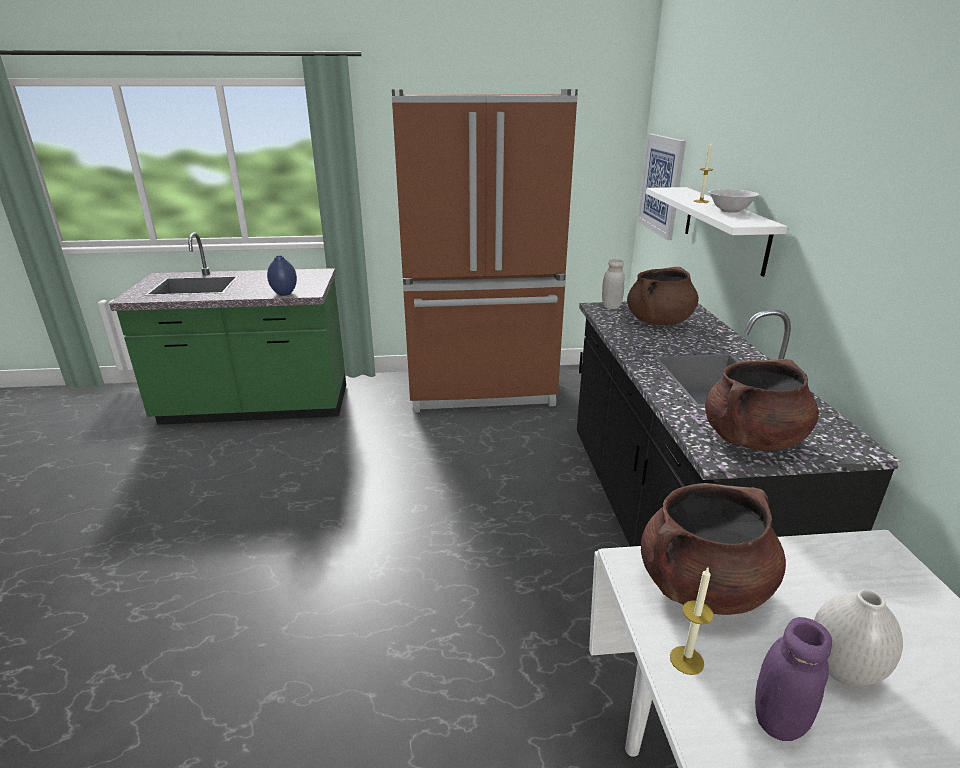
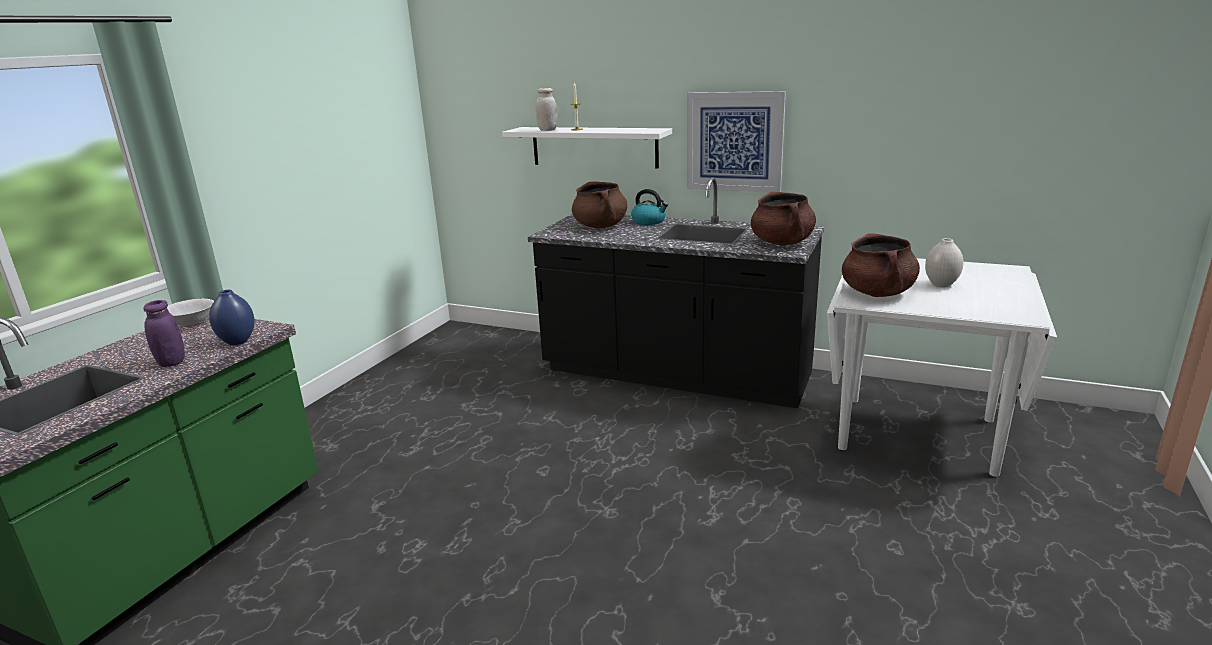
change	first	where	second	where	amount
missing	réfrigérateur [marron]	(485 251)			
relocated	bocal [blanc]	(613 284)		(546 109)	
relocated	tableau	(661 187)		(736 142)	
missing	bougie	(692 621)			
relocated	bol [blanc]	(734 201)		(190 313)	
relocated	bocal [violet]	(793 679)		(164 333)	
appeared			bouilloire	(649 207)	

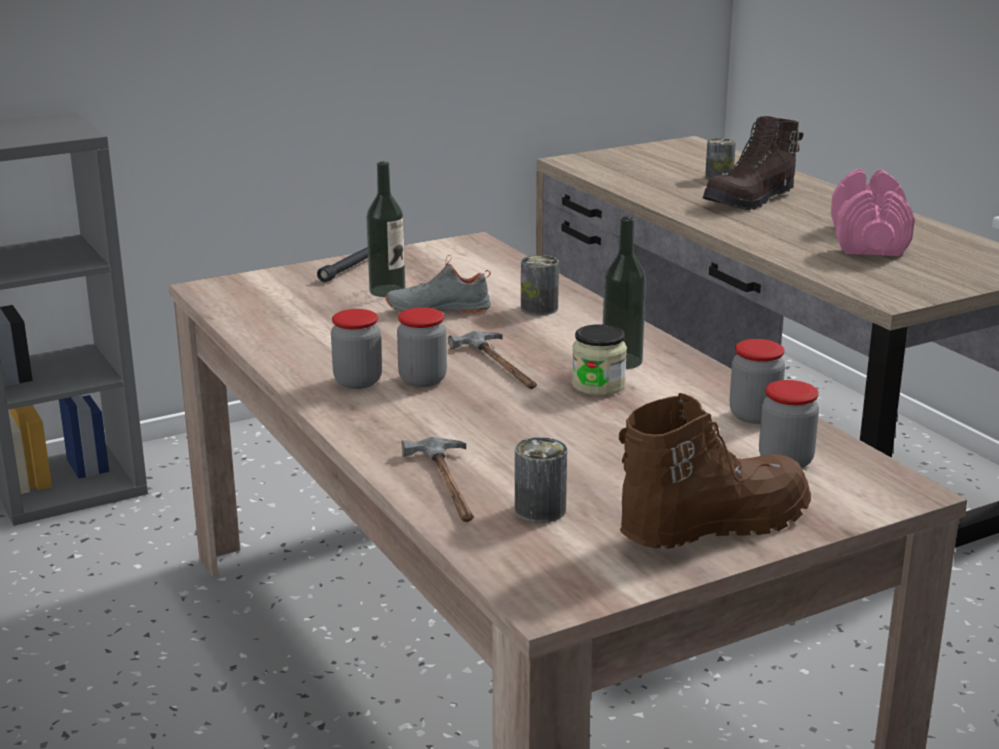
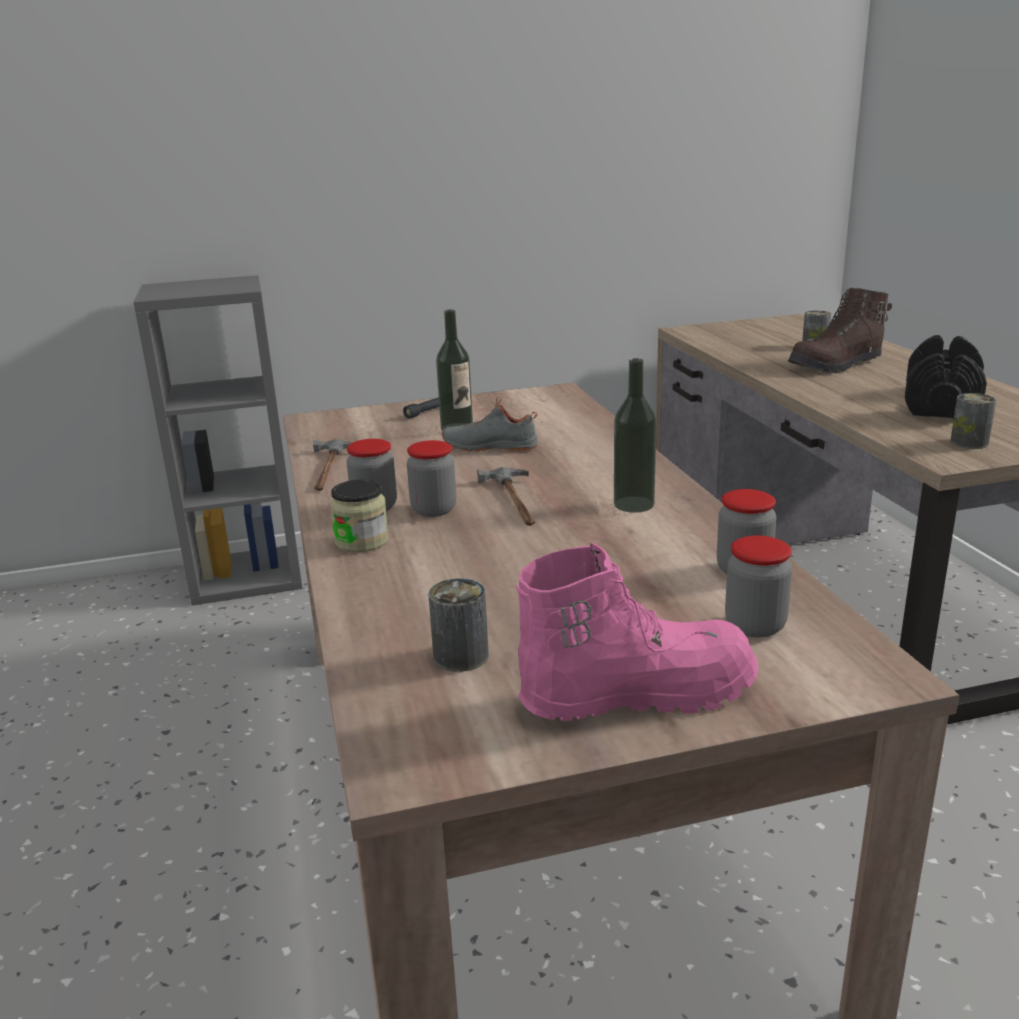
change	first	where	second	where	amount
relocated	marteau	(438 479)		(332 465)	
relocated	boîte métallique	(540 285)		(973 421)	
relocated	bocal	(599 360)		(359 516)	
colour	botte [marron]	(715 471)	botte [rose]	(637 632)	
colour	haltère [rose]	(873 212)	haltère [noir]	(946 376)	

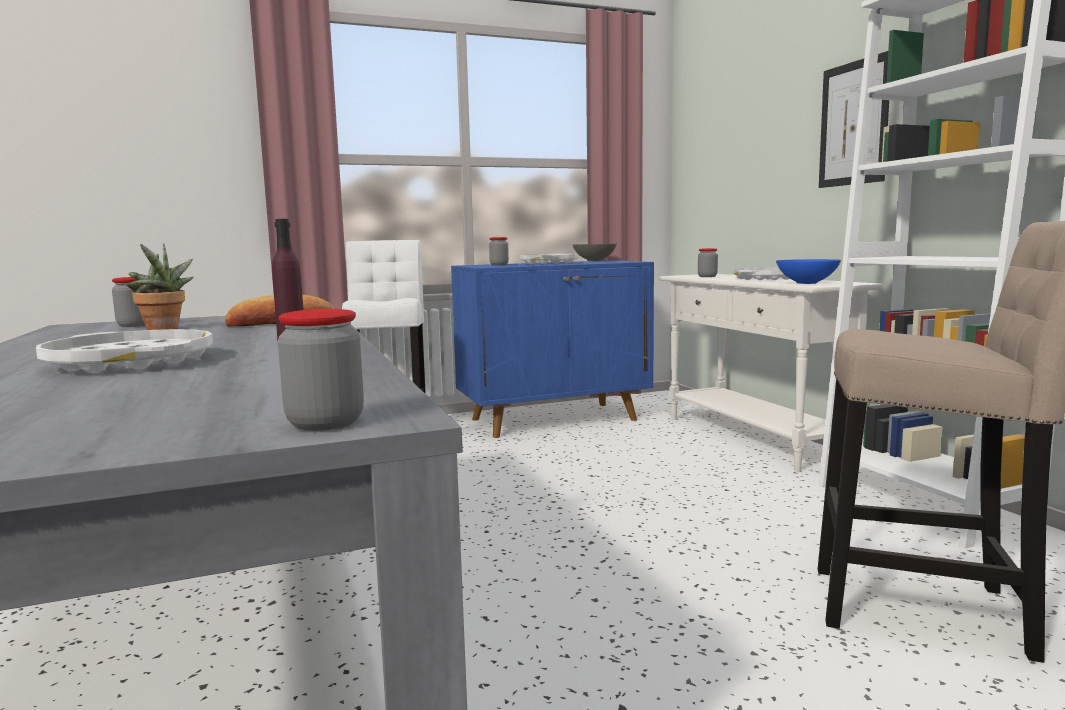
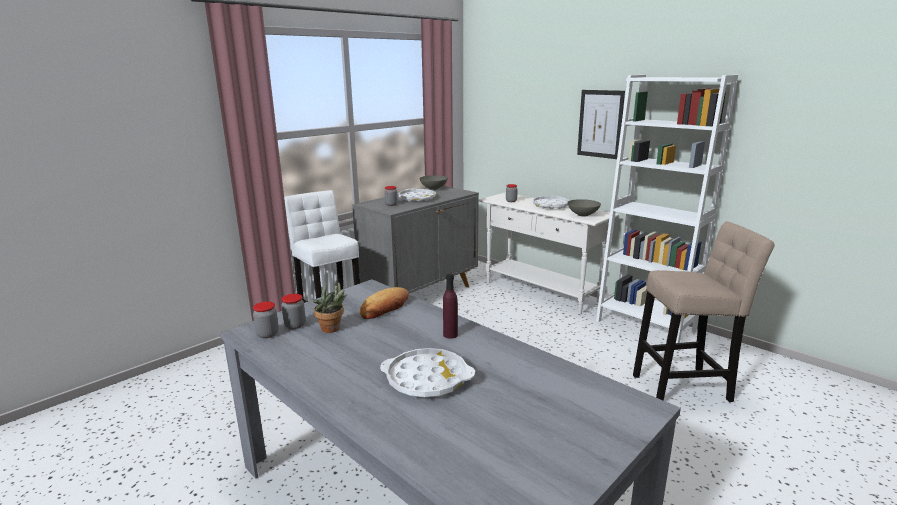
change	first	where	second	where	amount
relocated	bocal	(321 370)		(266 320)	
colour	meuble de rangement [bleu]	(552 349)	meuble de rangement [gris]	(415 240)	
colour	bol [bleu]	(808 271)	bol [gris]	(584 208)	

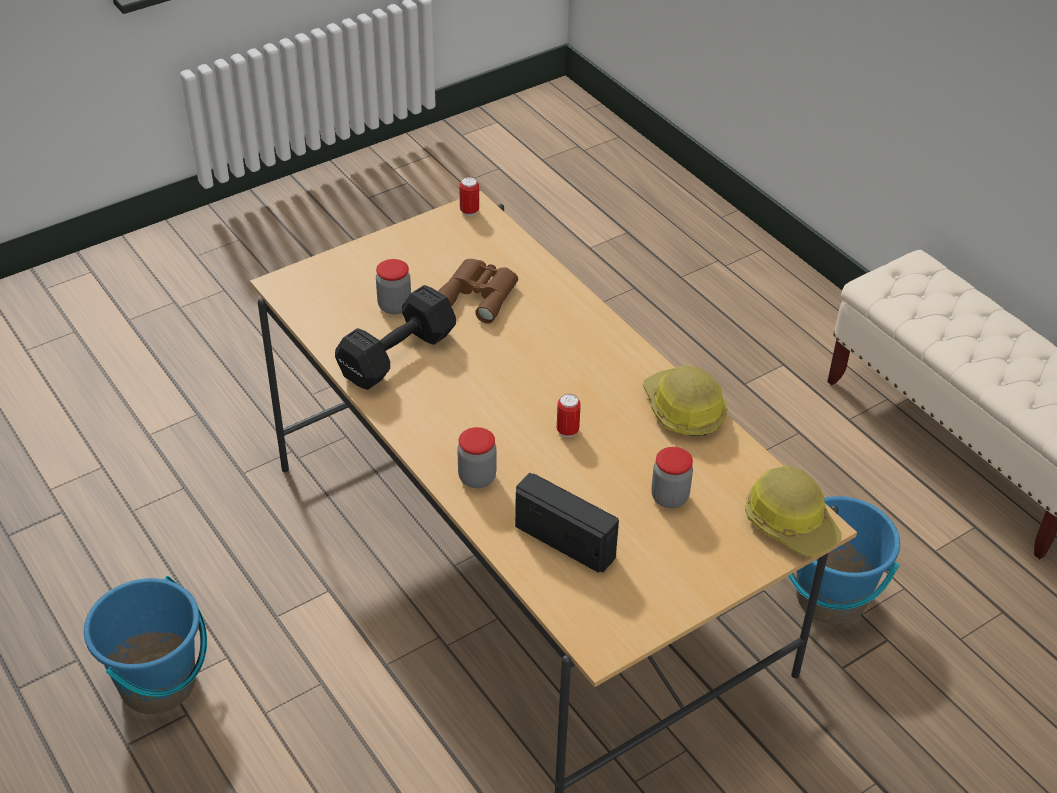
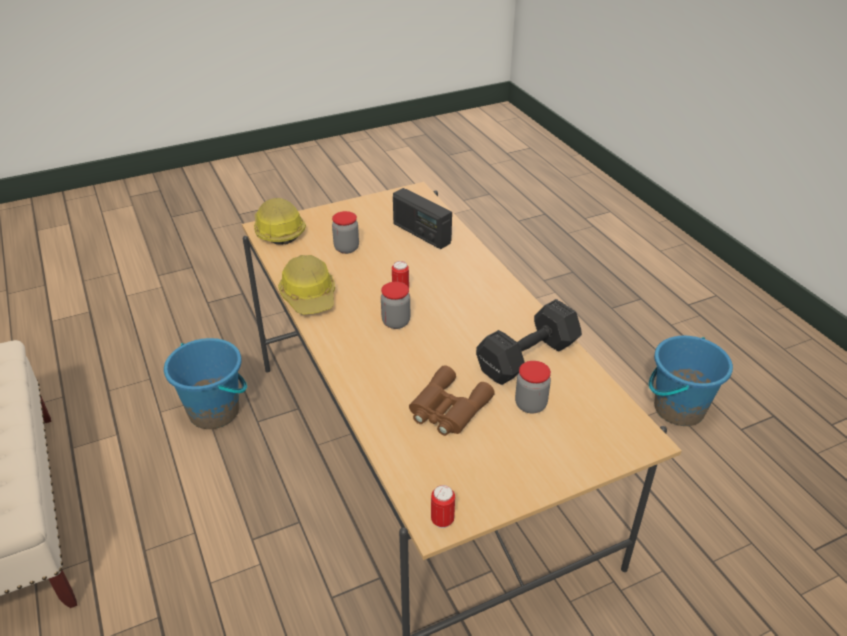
change	first	where	second	where	amount
relocated	bocal	(476 457)		(395 305)	

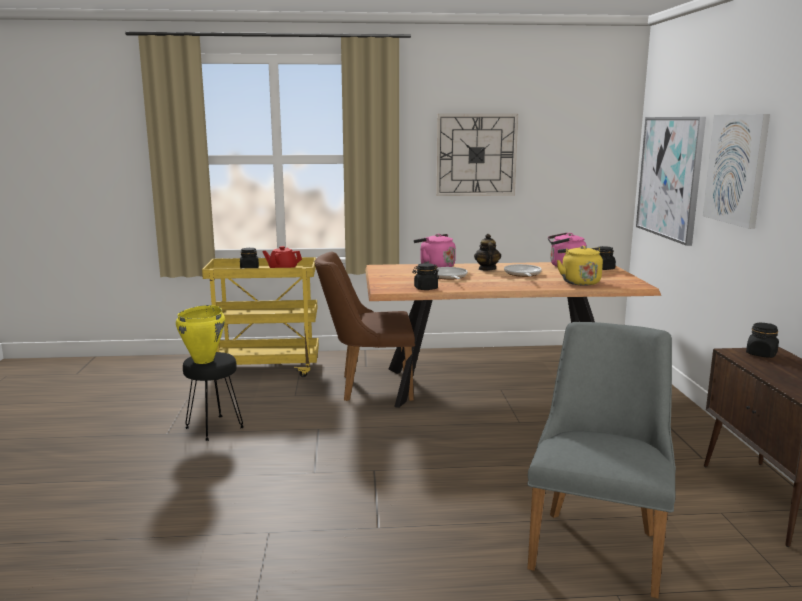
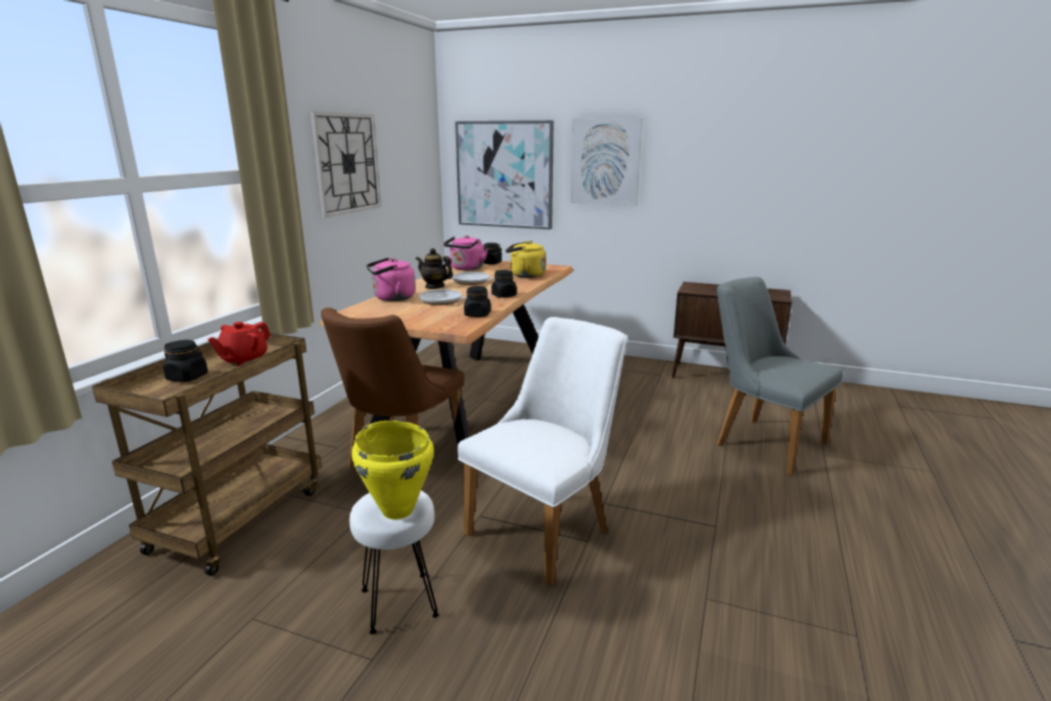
change	first	where	second	where	amount
colour	tabouret [noir]	(213 396)	tabouret [blanc]	(394 562)	
colour	chariot [jaune]	(260 318)	chariot [marron]	(207 454)	
relocated	bocal [noir]	(762 340)		(504 284)	
appeared			chaise [blanc]	(542 451)	

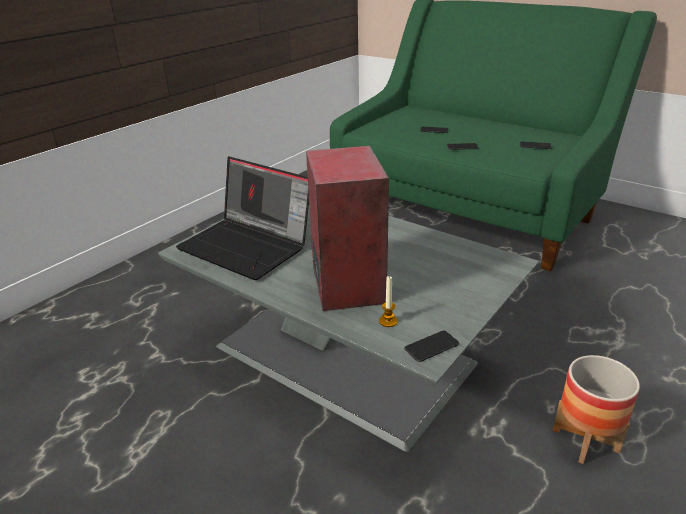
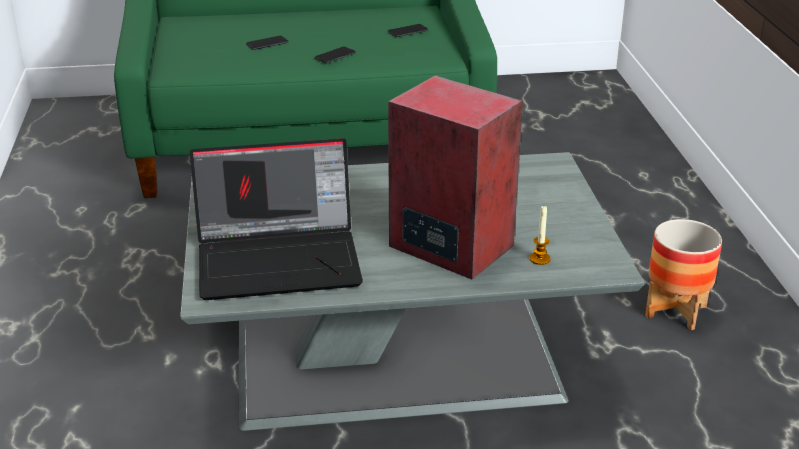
change	first	where	second	where	amount
missing	téléphone	(431 346)			

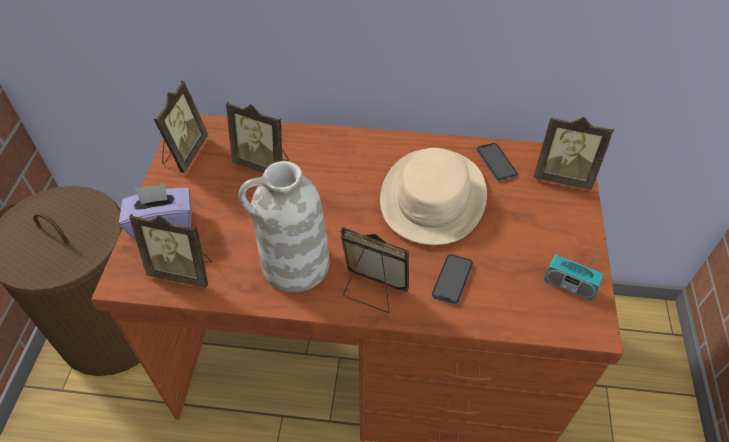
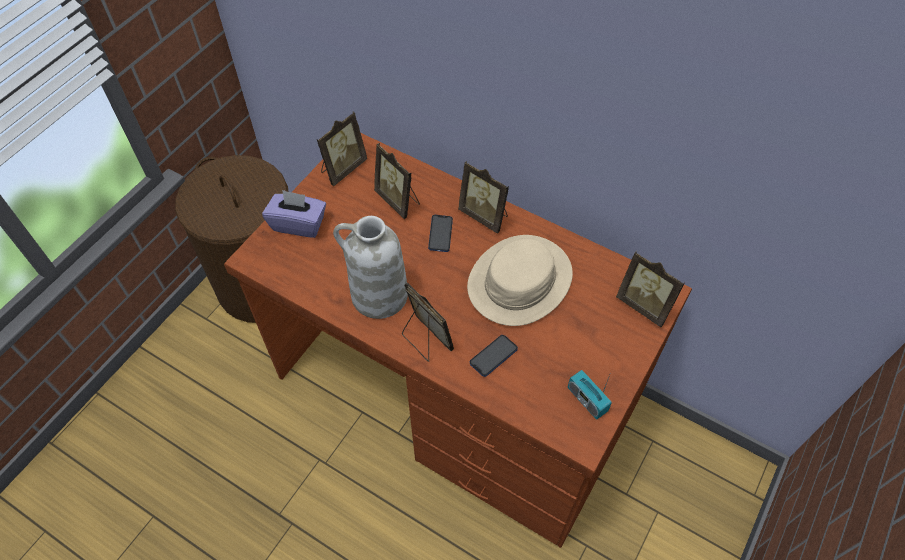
change	first	where	second	where	amount
relocated	cadre photo	(170 250)		(483 197)	
relocated	téléphone	(497 162)		(440 233)	

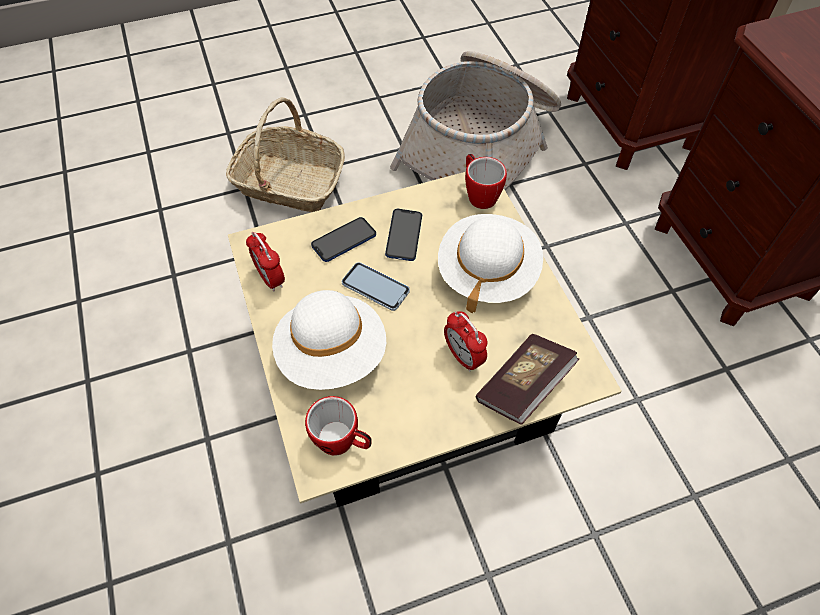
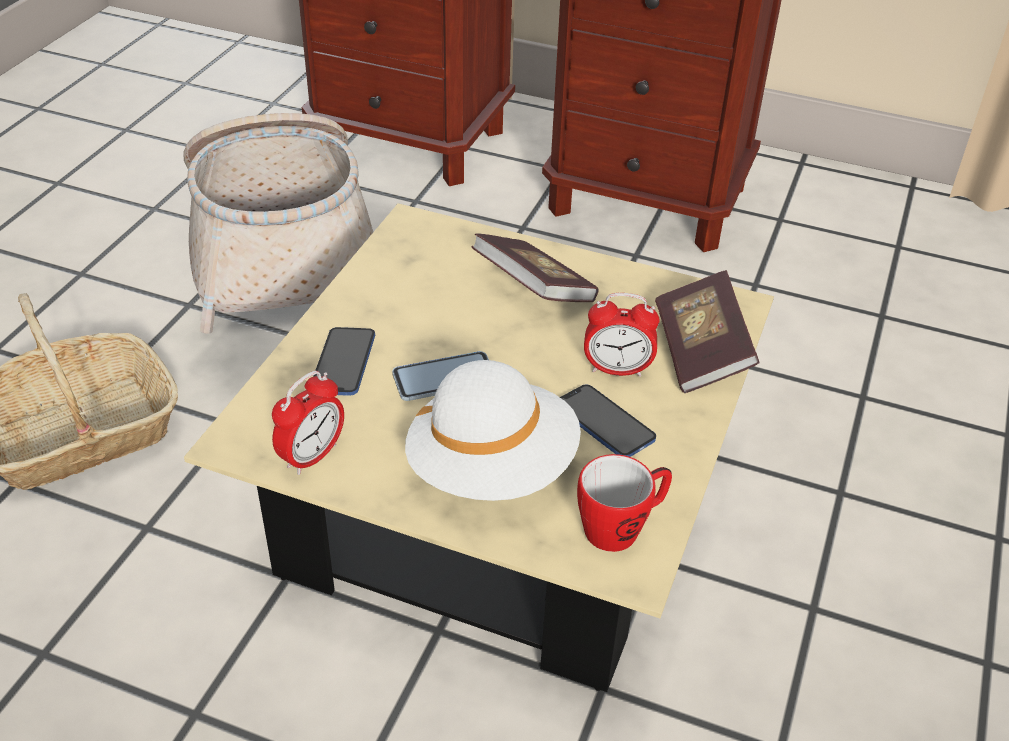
change	first	where	second	where	amount
spun	réveil	(265 261)		(308 423)	60 degrees counterclockwise
relocated	téléphone	(403 235)		(608 421)	
exchanged	chapeau [blanc]	(490 263)	livre	(535 267)	
missing	mug	(486 181)			

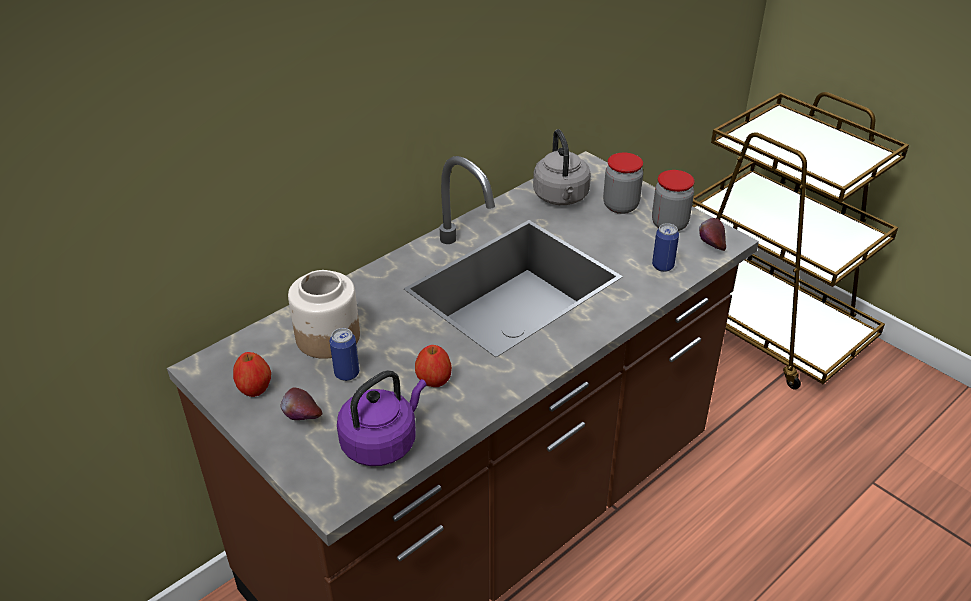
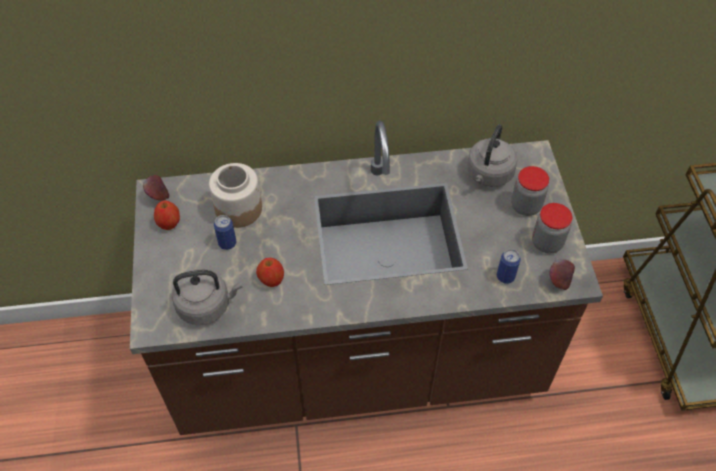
change	first	where	second	where	amount
relocated	pomme	(301 403)		(156 188)	
colour	bouilloire [violet]	(381 418)	bouilloire [gris]	(207 297)	

